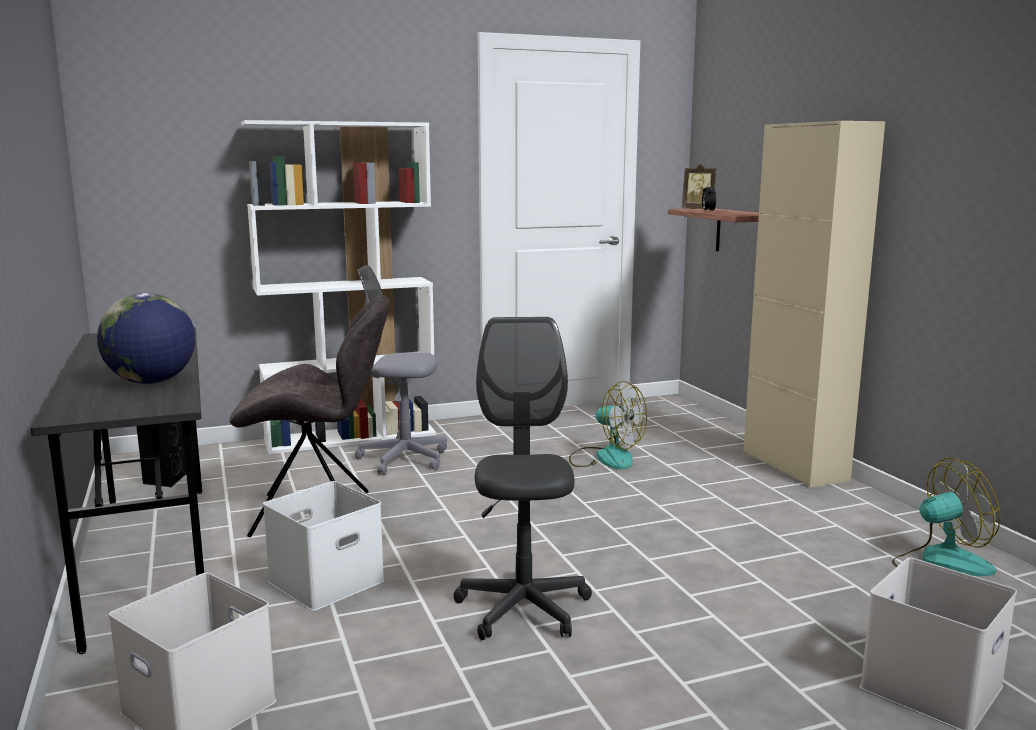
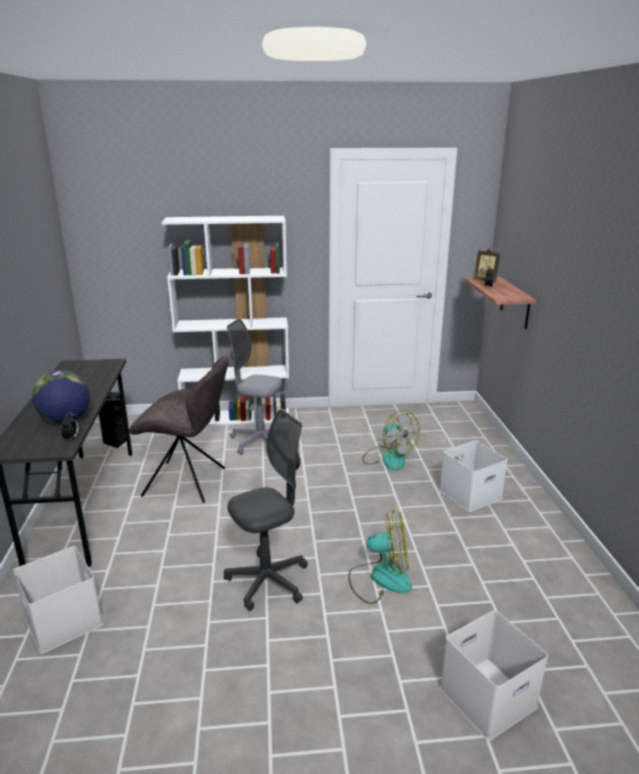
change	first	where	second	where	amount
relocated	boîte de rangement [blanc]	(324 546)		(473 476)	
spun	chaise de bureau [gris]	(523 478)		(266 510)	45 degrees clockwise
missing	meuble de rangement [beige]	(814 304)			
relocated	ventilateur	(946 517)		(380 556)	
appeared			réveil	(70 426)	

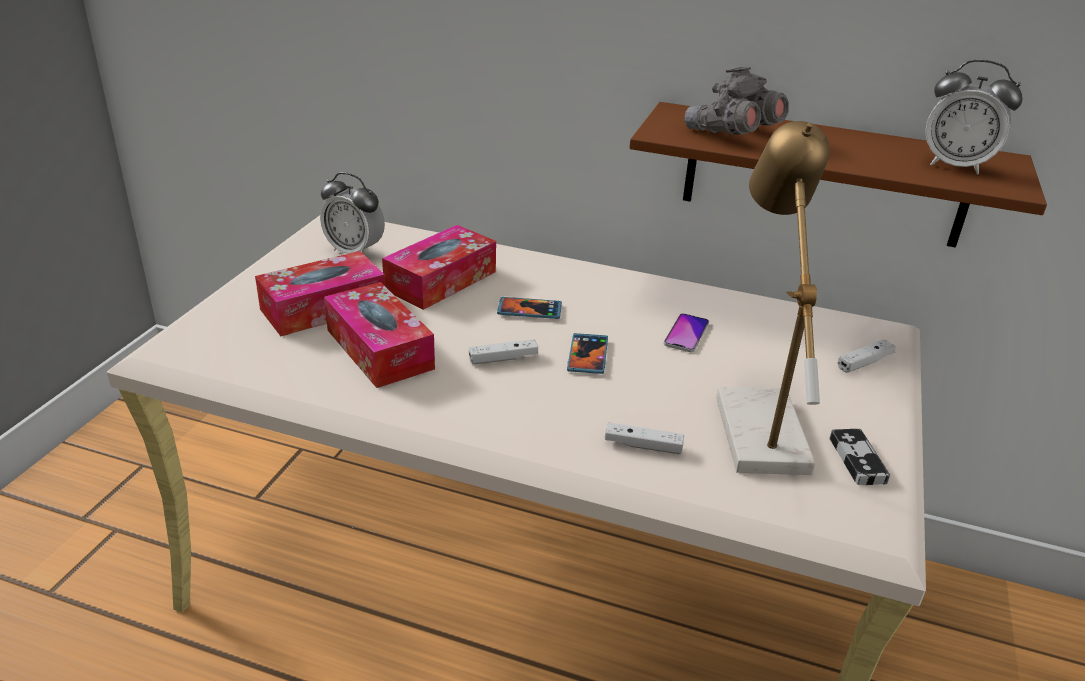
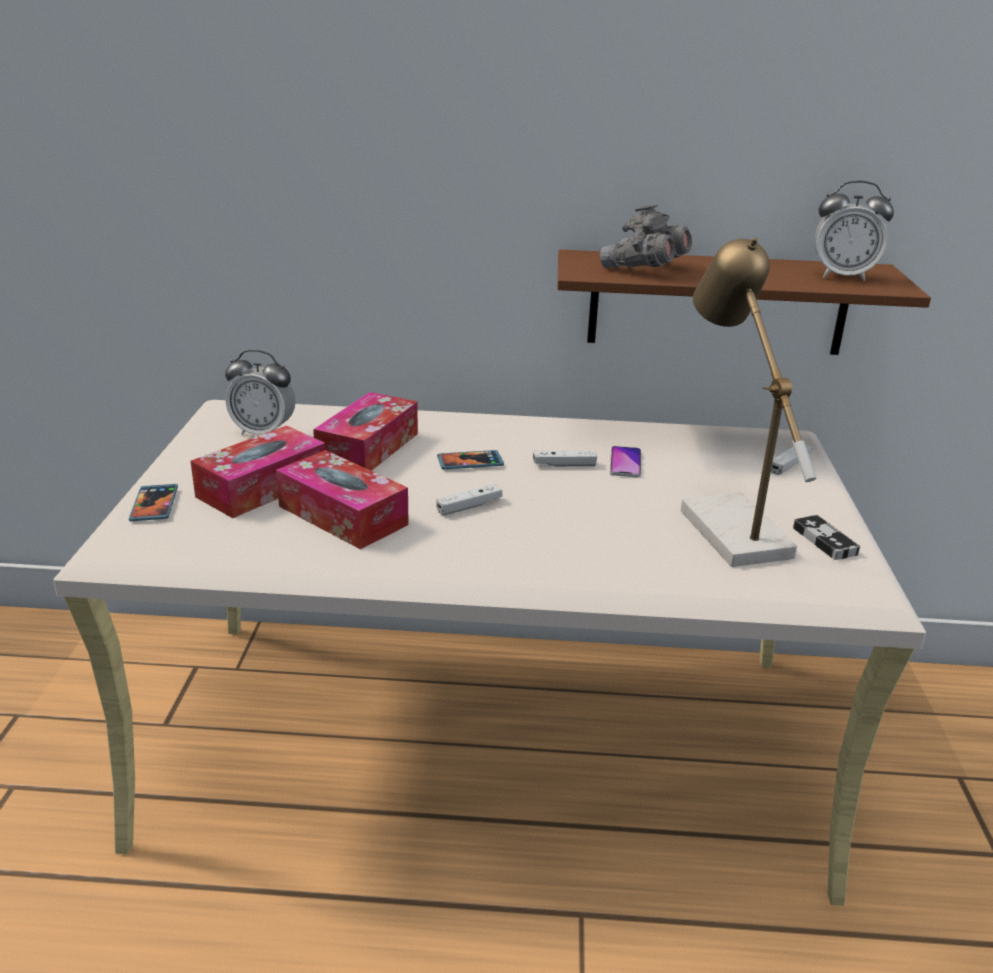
change	first	where	second	where	amount
relocated	téléphone	(587 353)		(153 502)	
relocated	manette [blanc]	(644 438)		(565 458)	

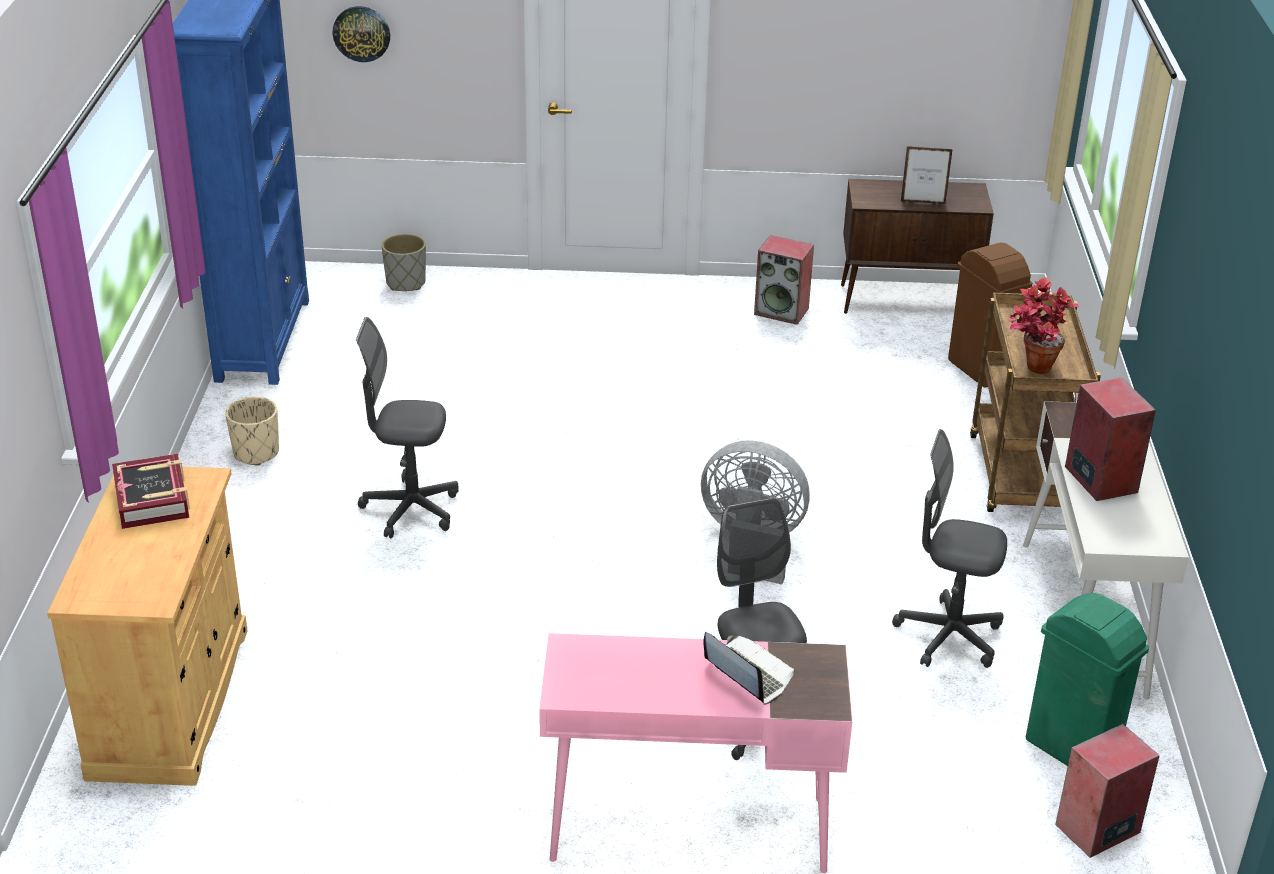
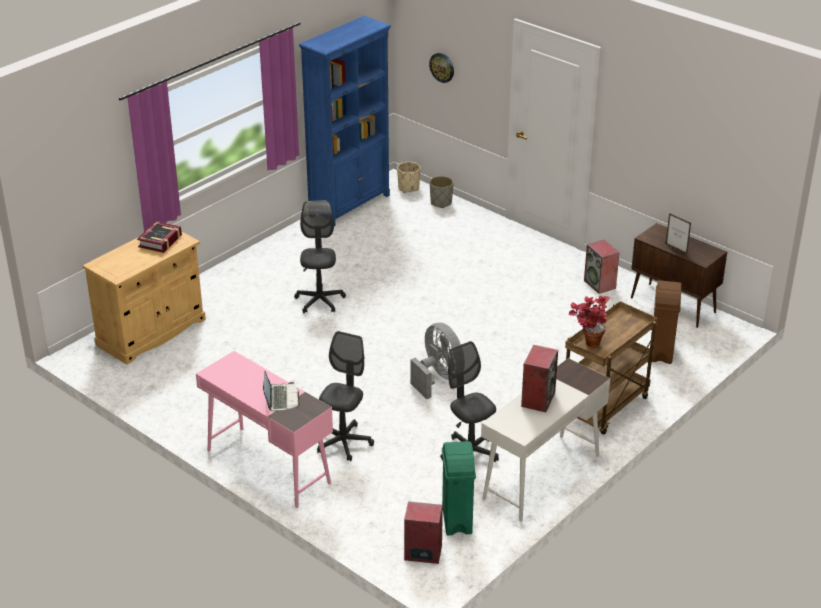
change	first	where	second	where	amount
relocated	cache-pot [beige]	(252 431)		(409 177)	
spun	chaise de bureau [gris]	(407 428)		(320 257)	45 degrees clockwise

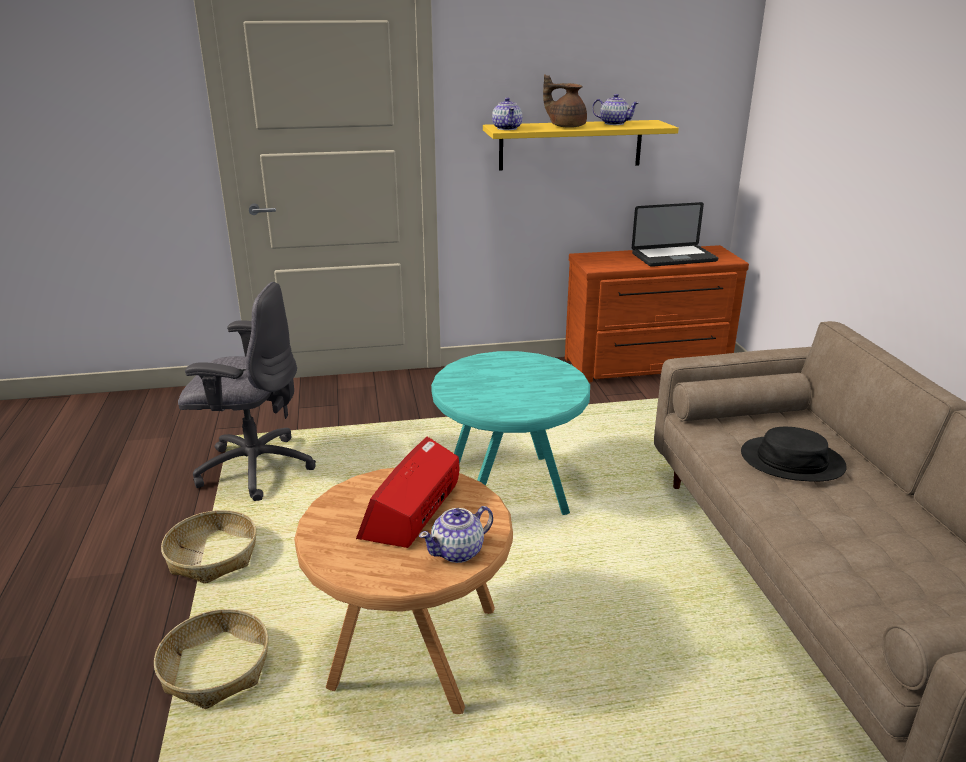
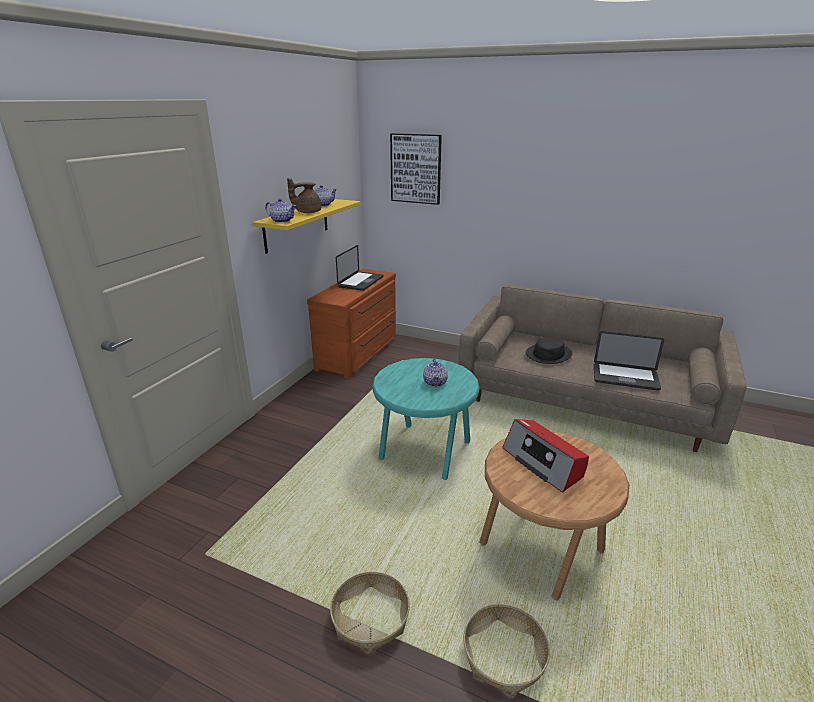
change	first	where	second	where	amount
missing	chaise de bureau [gris]	(247 391)			
relocated	théière	(456 534)		(435 373)	
appeared			tableau	(416 169)	
appeared			ordinateur portable	(629 361)	

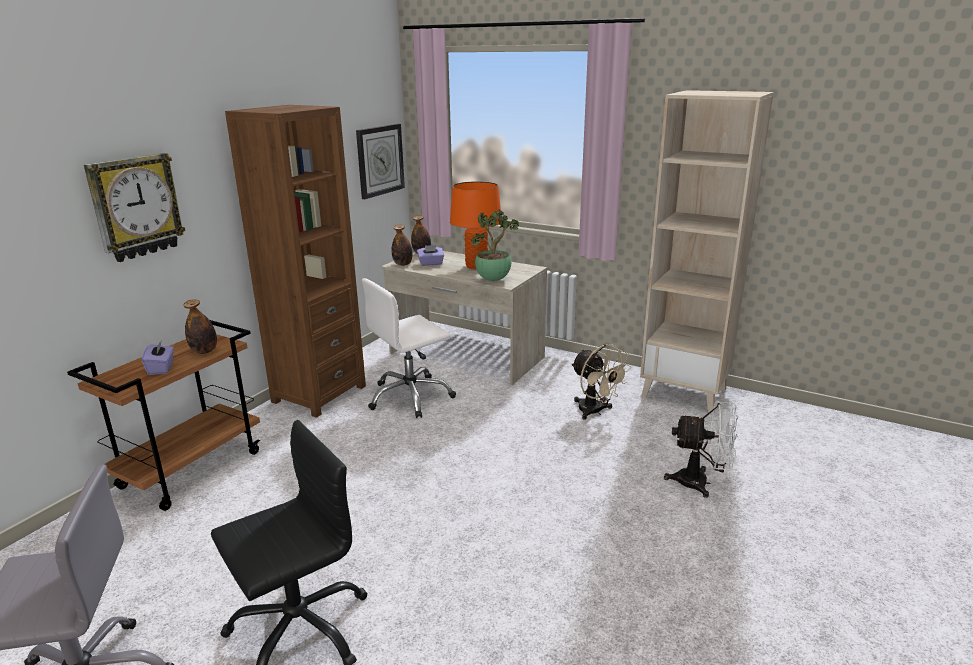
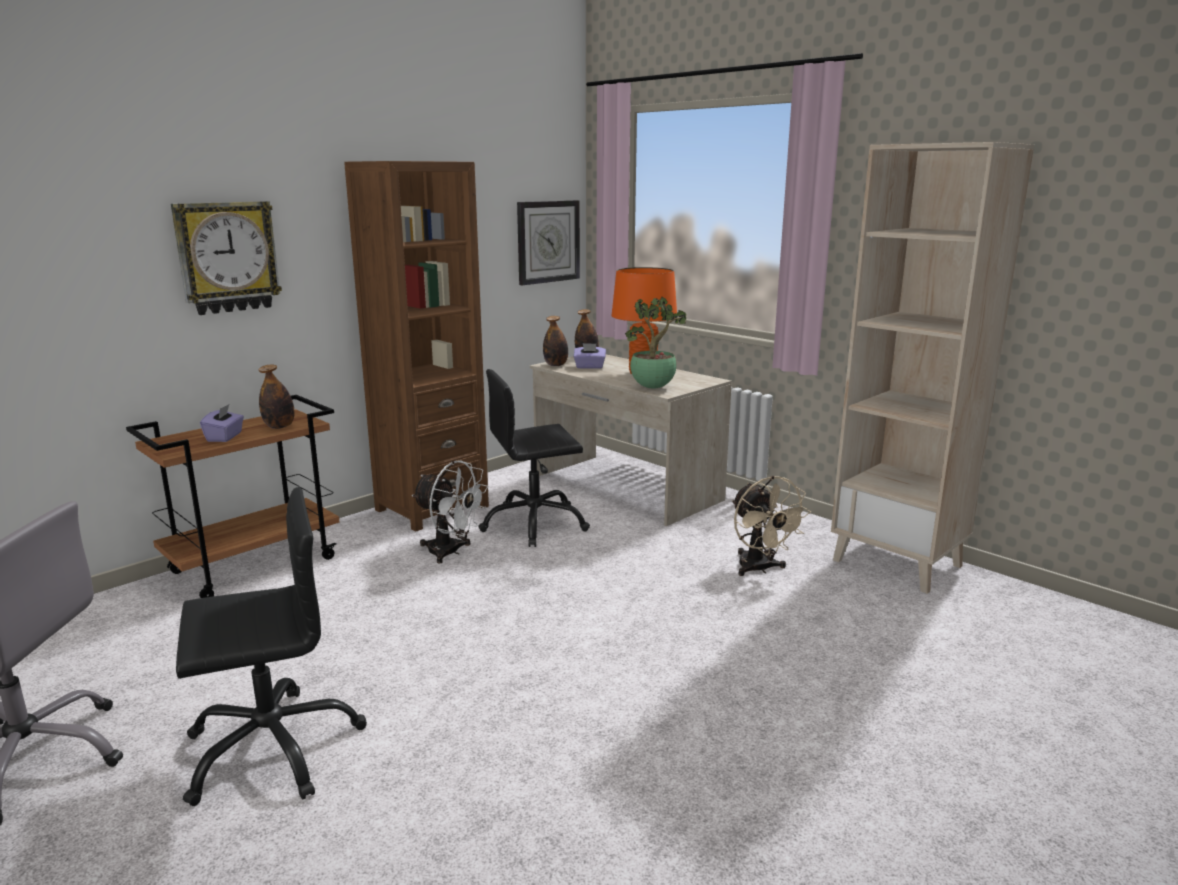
change	first	where	second	where	amount
colour	chaise de bureau [blanc]	(409 348)	chaise de bureau [noir]	(534 458)	
relocated	ventilateur [blanc]	(701 449)		(450 512)	

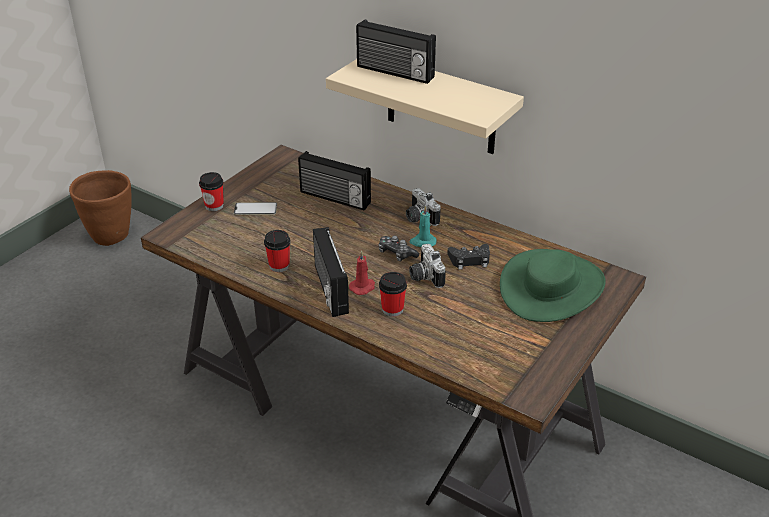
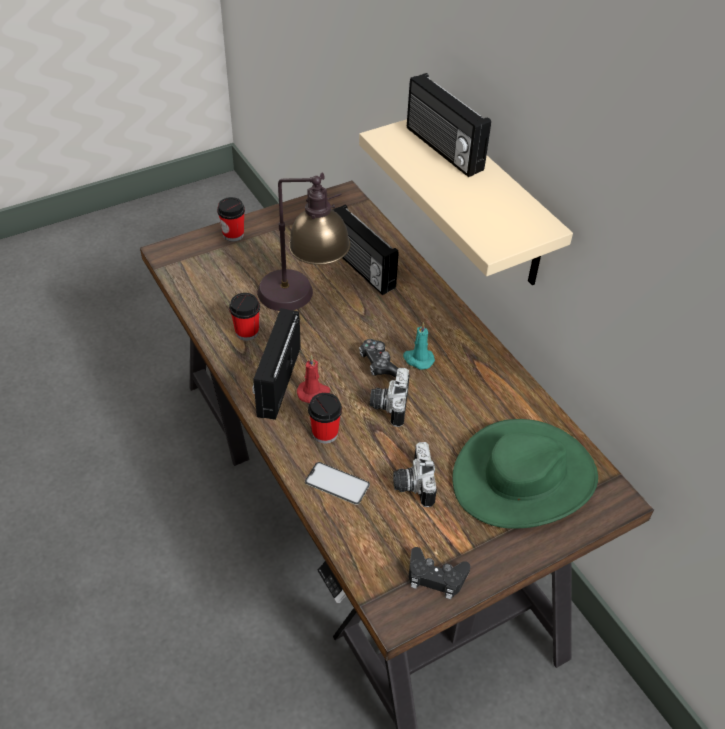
change	first	where	second	where	amount
missing	cache-pot [marron]	(100 208)			
relocated	téléphone	(255 208)		(337 483)	
relocated	appareil photo	(423 207)		(415 474)	
relocated	manette [noir]	(468 257)		(440 573)	
appeared			lampe de table	(304 241)	

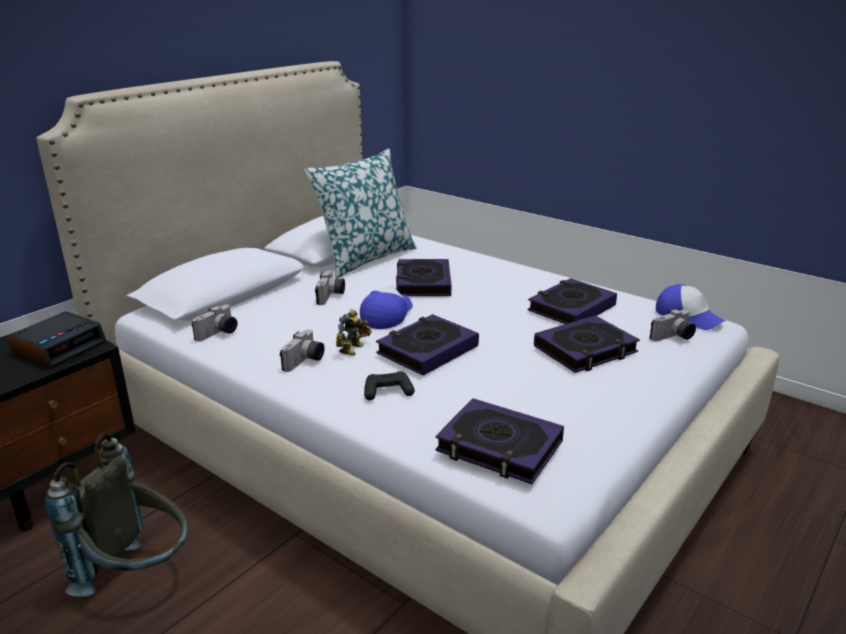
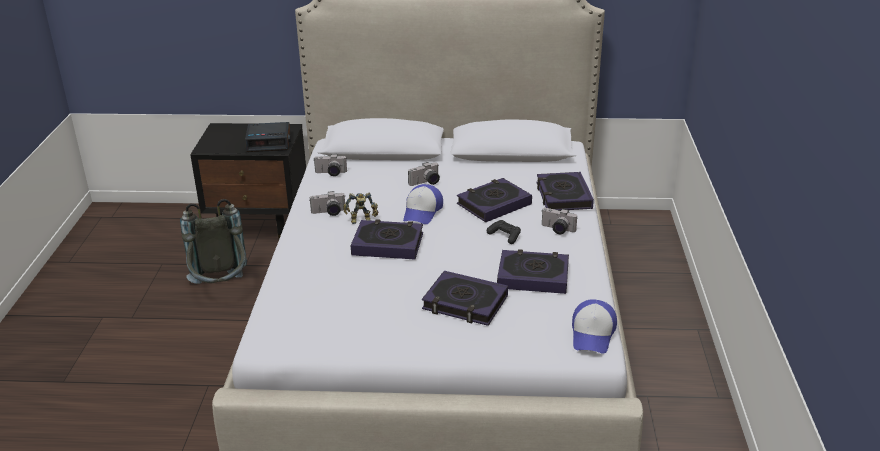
change	first	where	second	where	amount
missing	coussin	(360 213)			
spun	casquette	(386 307)		(423 204)	120 degrees clockwise
relocated	manette [noir]	(389 385)		(503 232)	
relocated	livre	(499 441)		(565 191)	
relocated	appareil photo	(673 325)		(559 221)	

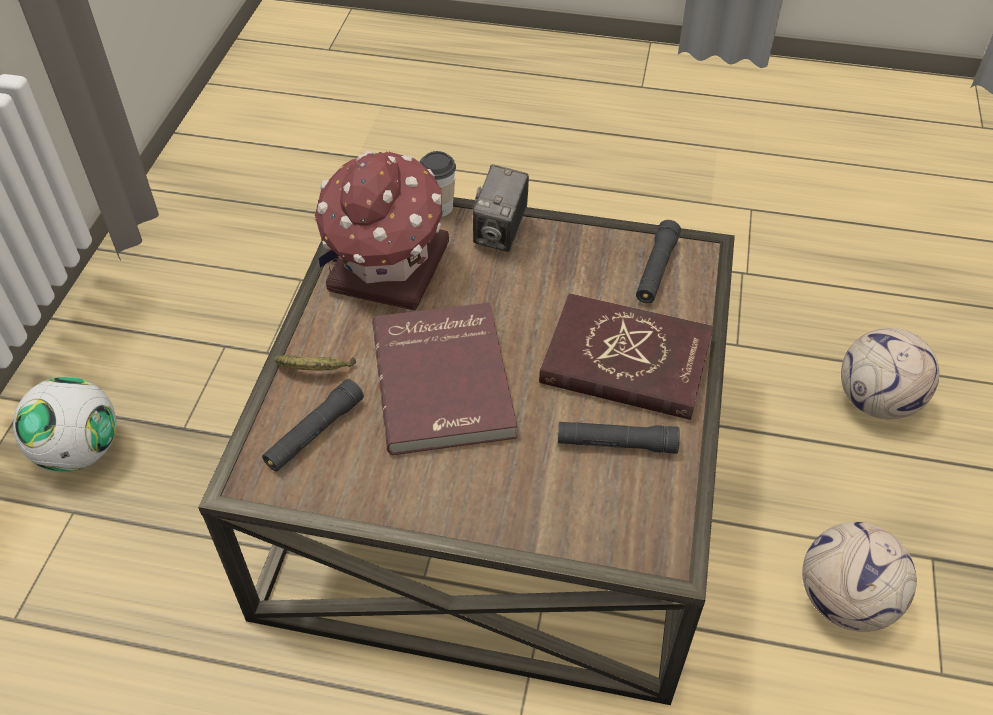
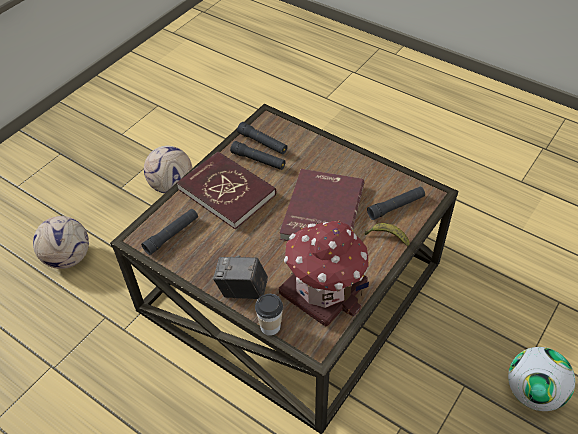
change	first	where	second	where	amount
spun	appareil photo	(501 208)		(240 277)	120 degrees counterclockwise
appeared			lampe de poche [noir]	(262 138)	

